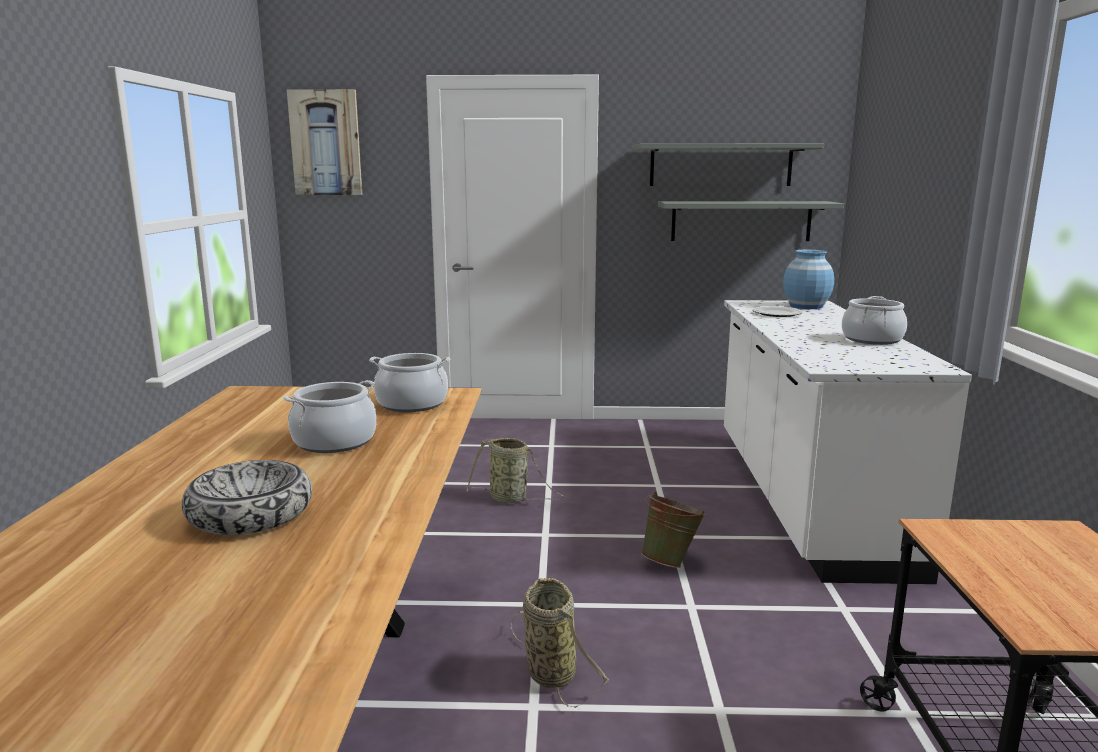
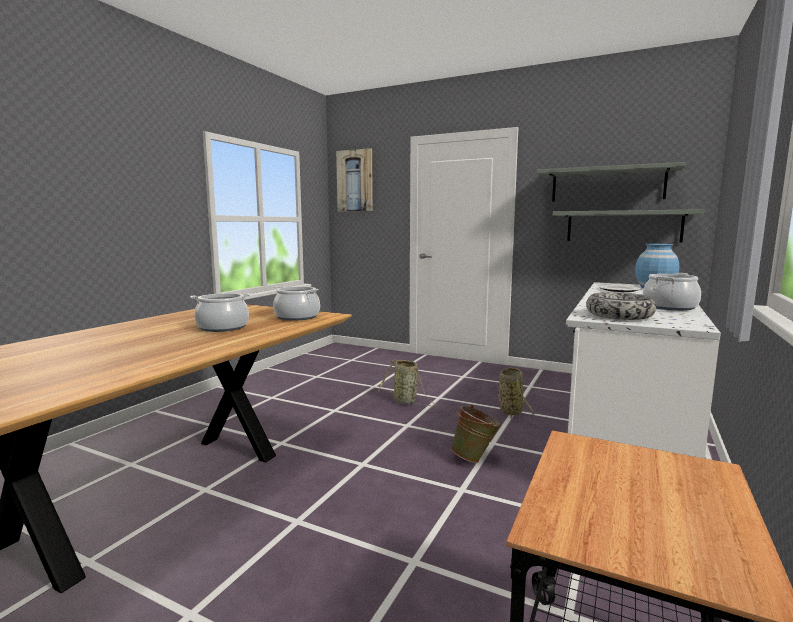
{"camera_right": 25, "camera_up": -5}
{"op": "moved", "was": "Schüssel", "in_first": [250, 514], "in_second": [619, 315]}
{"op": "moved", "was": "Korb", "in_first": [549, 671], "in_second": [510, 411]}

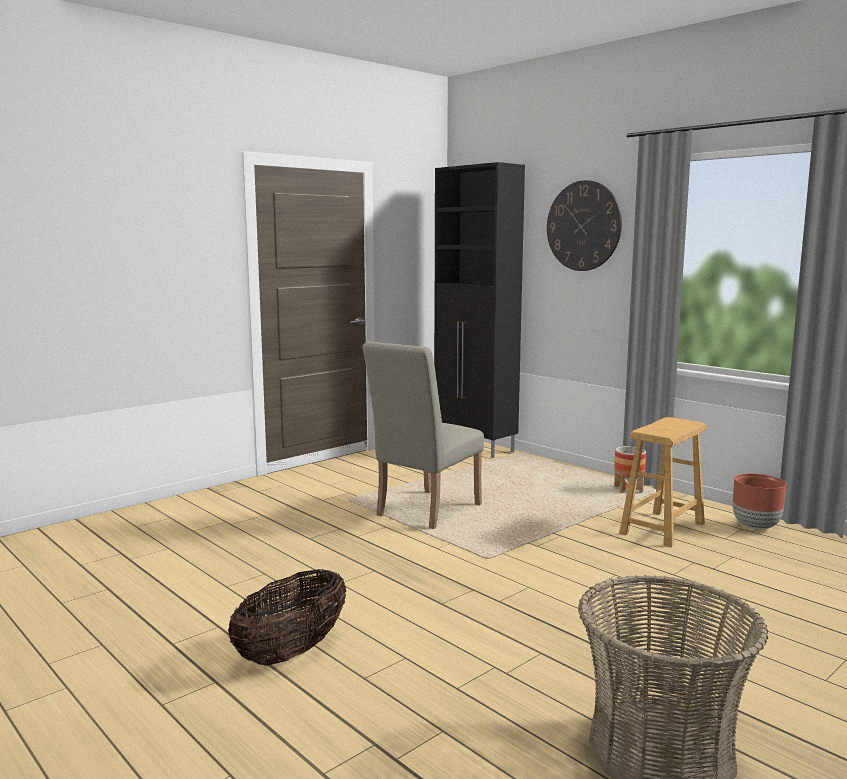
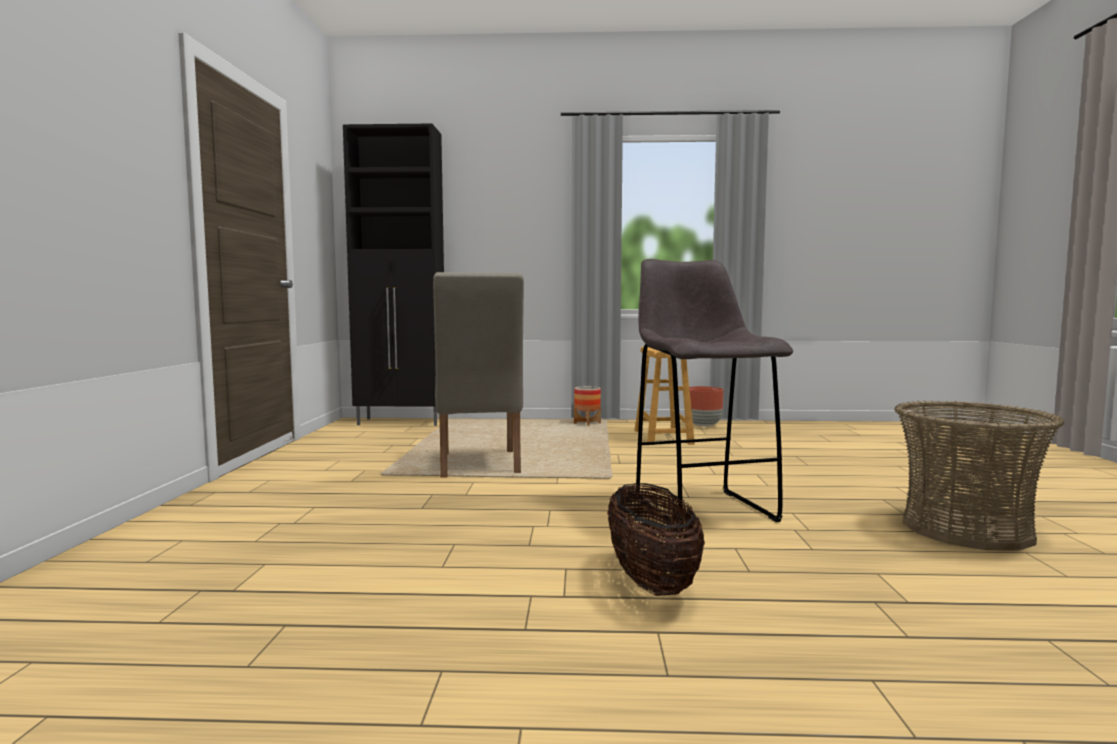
{"camera_right": -45, "camera_up": -5}
{"op": "removed", "was": "Wanduhr", "in_first": [583, 226]}
{"op": "added", "now": "Hocker [grau]", "in_second": [702, 508]}

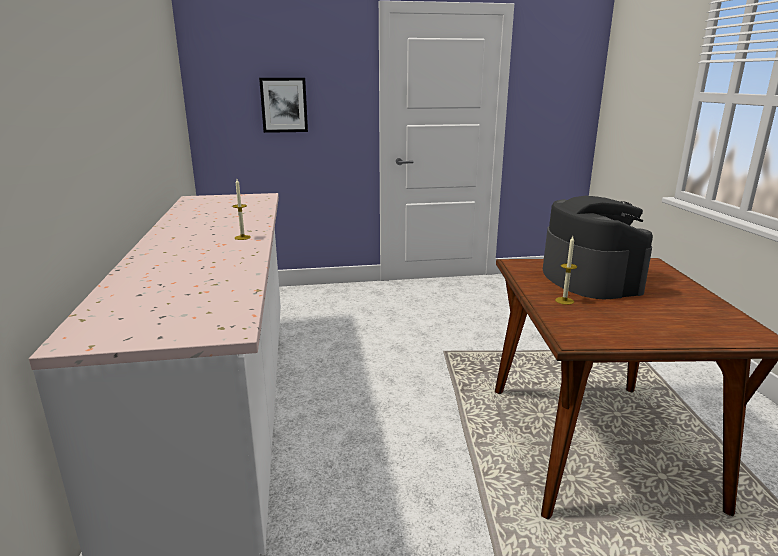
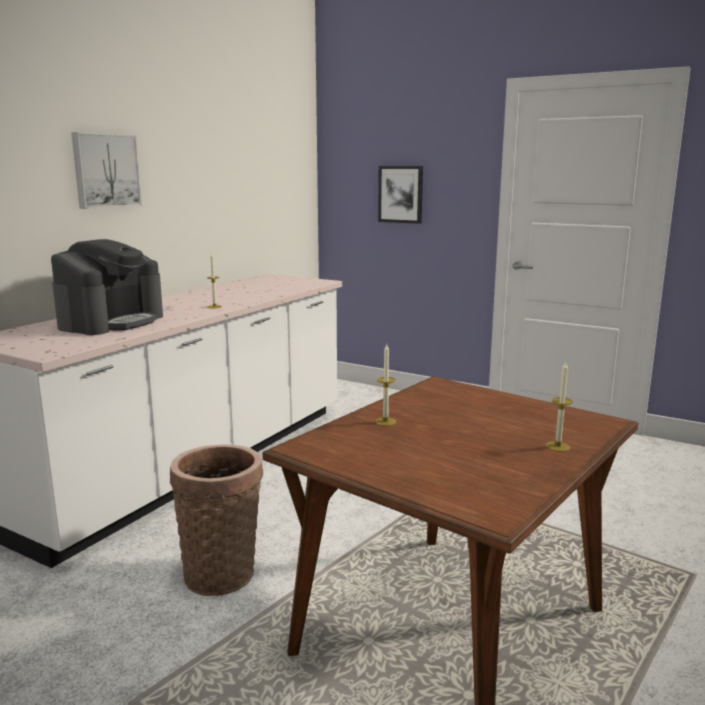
{"camera_right": 40, "camera_up": -5}
{"op": "moved", "was": "Kaffeemaschine", "in_first": [589, 279], "in_second": [112, 322]}
{"op": "added", "now": "Bild", "in_second": [105, 171]}
{"op": "added", "now": "Kerze", "in_second": [557, 446]}
{"op": "added", "now": "Korb", "in_second": [222, 572]}

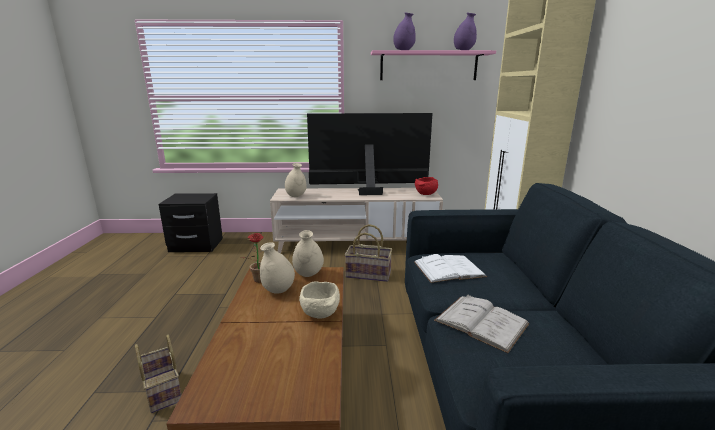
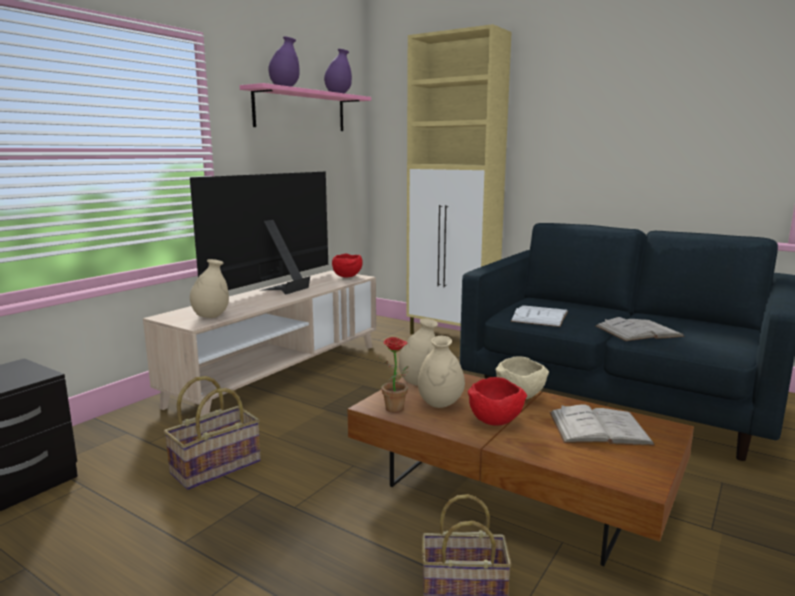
{"camera_right": -55, "camera_up": -5}
{"op": "moved", "was": "Korb", "in_first": [368, 274], "in_second": [216, 466]}
{"op": "added", "now": "Schüssel [rot]", "in_second": [495, 421]}
{"op": "added", "now": "Buch [weiß]", "in_second": [599, 428]}

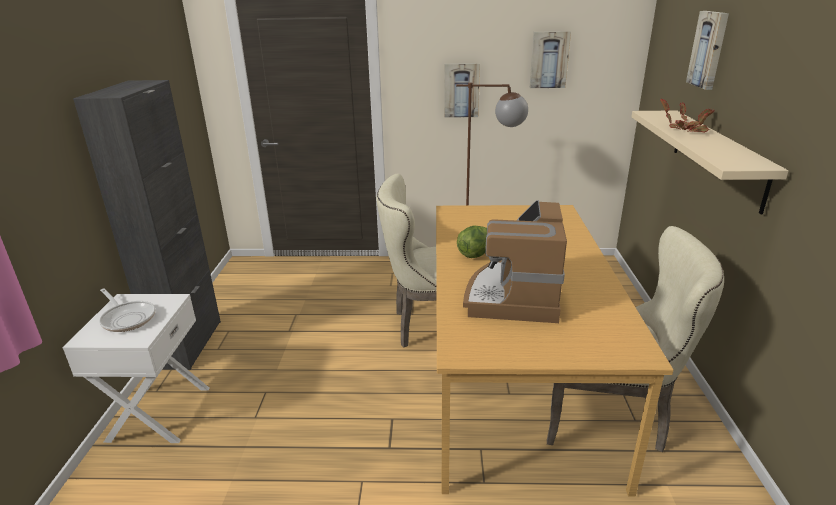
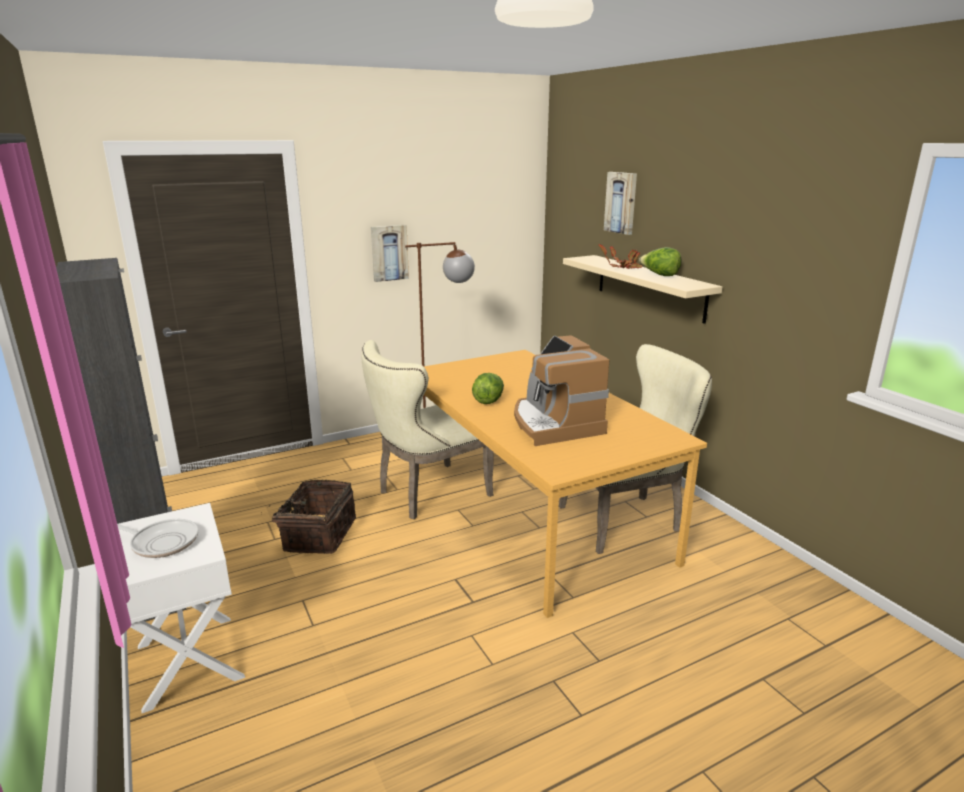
{"camera_right": -30, "camera_up": -5}
{"op": "removed", "was": "Bild", "in_first": [549, 59]}
{"op": "added", "now": "Salatkopf", "in_second": [660, 275]}
{"op": "added", "now": "Korb", "in_second": [317, 534]}

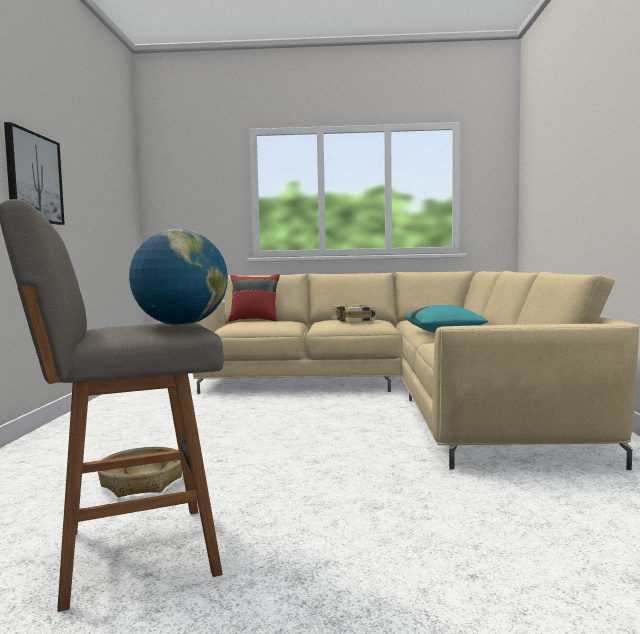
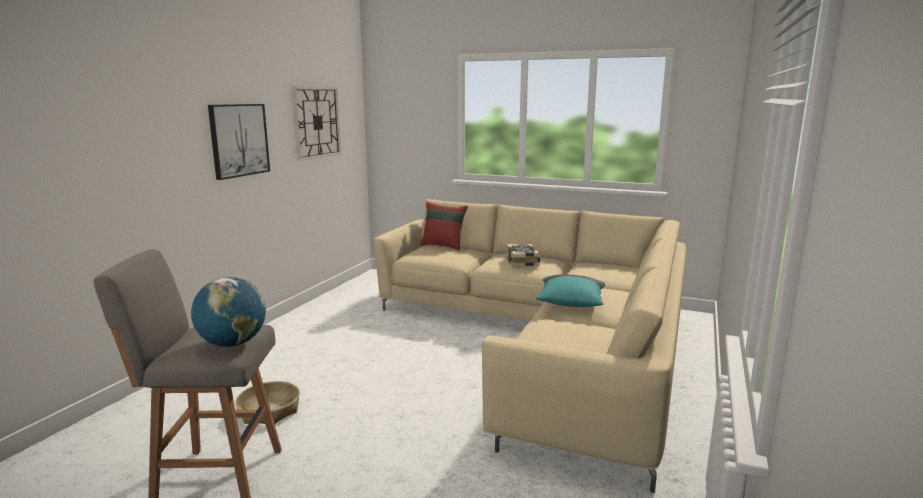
{"camera_right": 20, "camera_up": 10}
{"op": "added", "now": "Wanduhr", "in_second": [316, 122]}

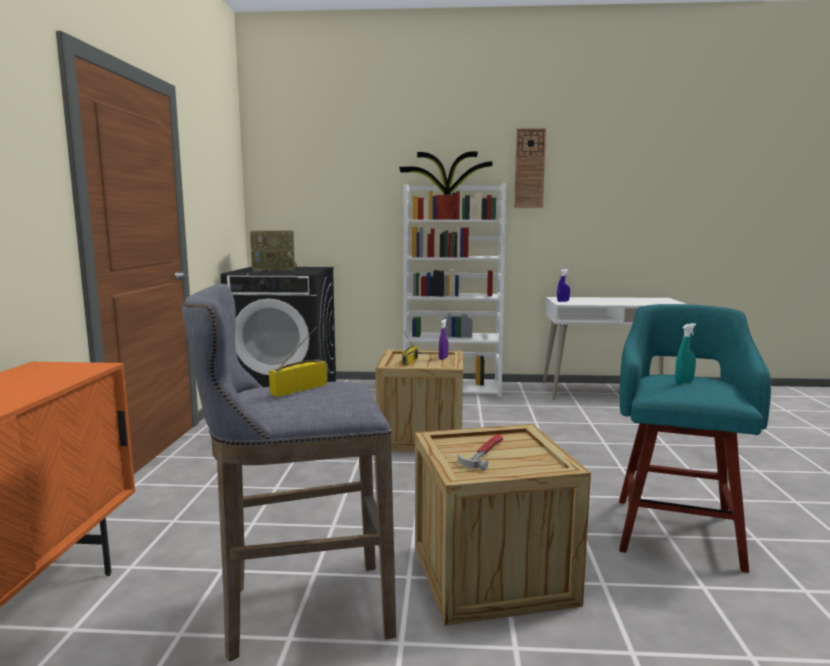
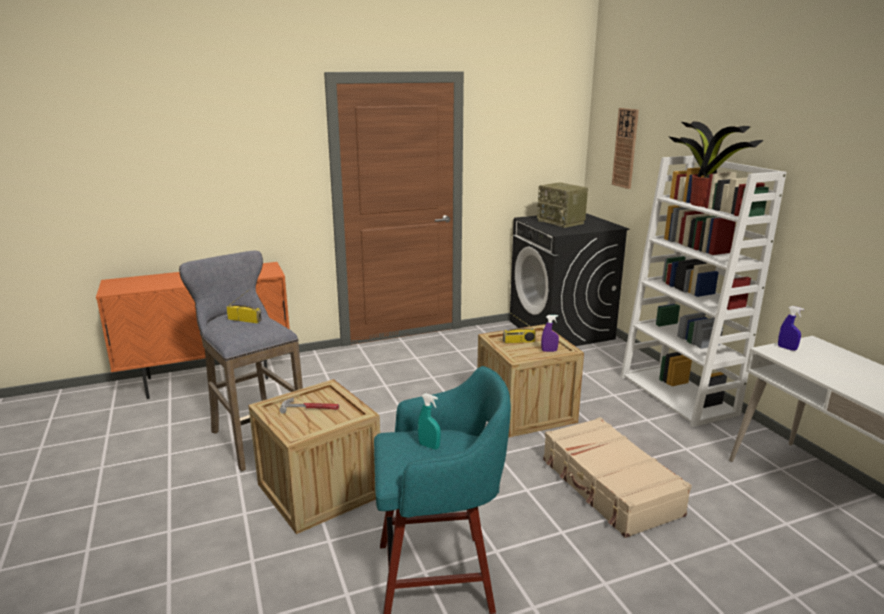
{"camera_right": 65, "camera_up": 10}
{"op": "moved", "was": "Wanduhr", "in_first": [529, 168], "in_second": [625, 148]}
{"op": "added", "now": "Koffer [beige]", "in_second": [609, 487]}

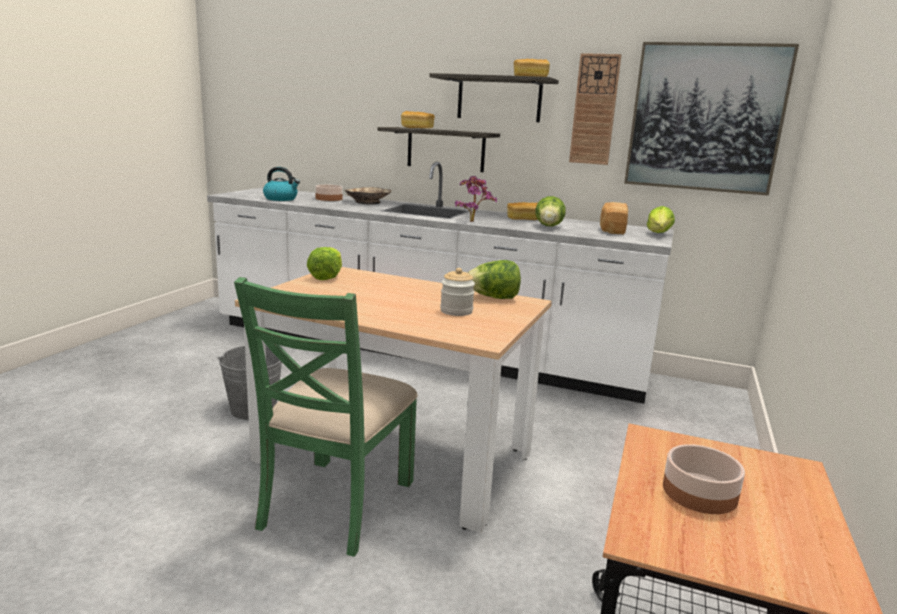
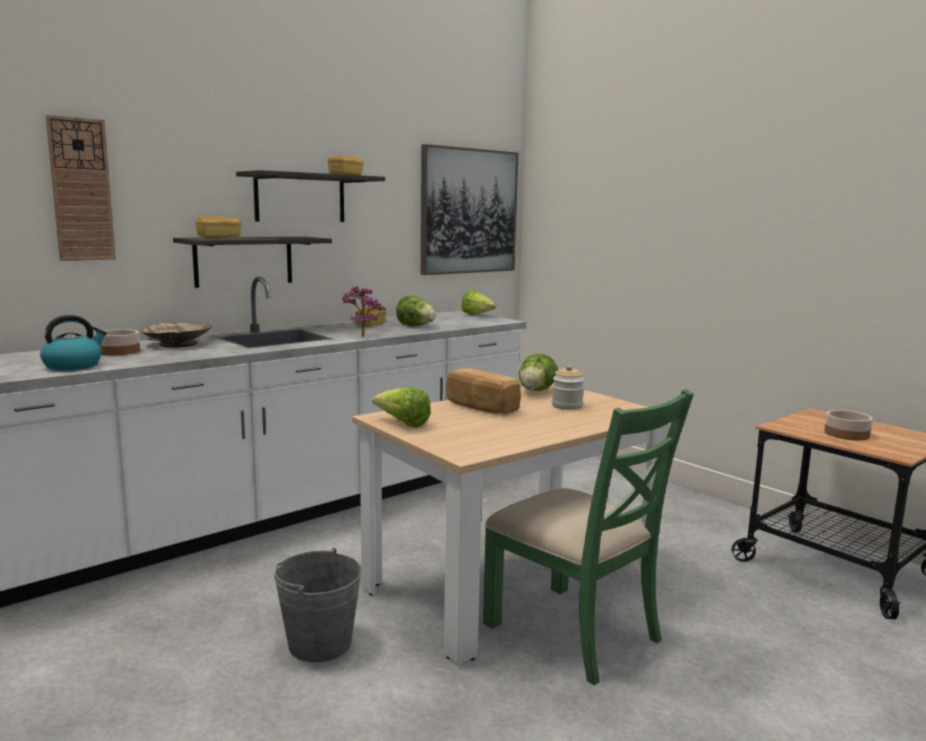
{"camera_right": -60, "camera_up": -5}
{"op": "moved", "was": "Wanduhr", "in_first": [594, 110], "in_second": [81, 190]}
{"op": "moved", "was": "Brot", "in_first": [612, 230], "in_second": [480, 407]}

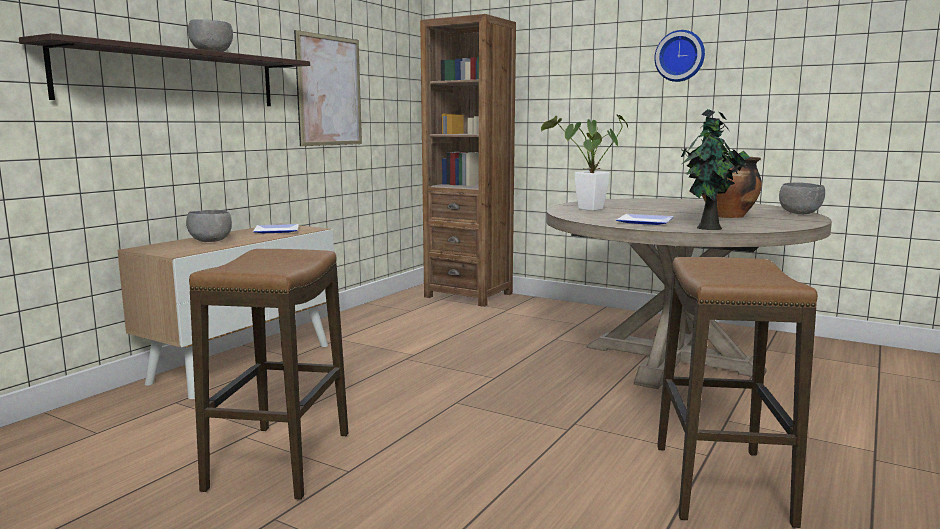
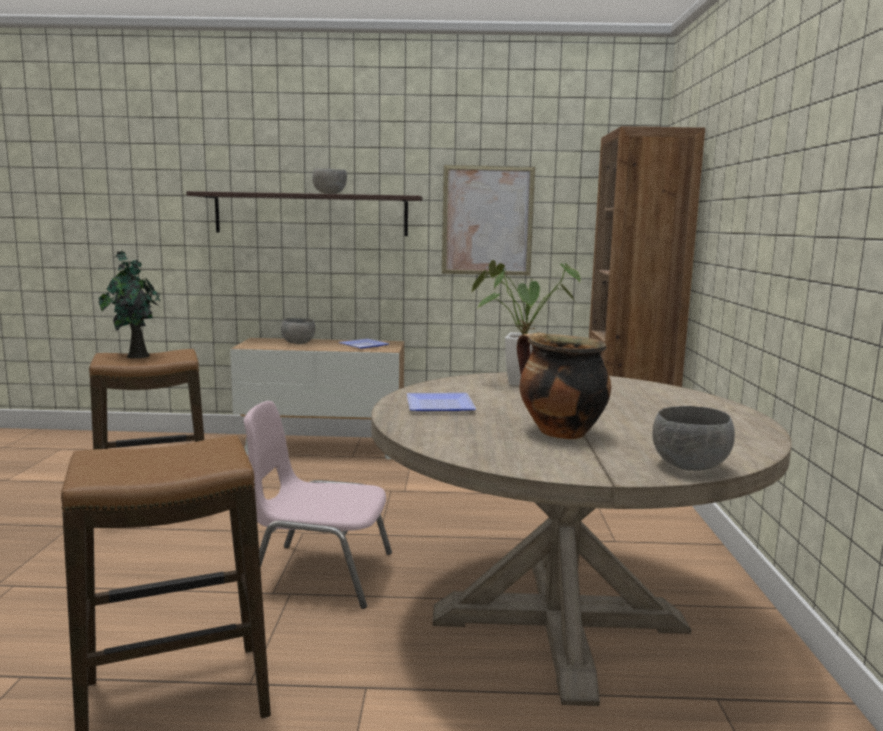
{"camera_right": 60, "camera_up": 0}
{"op": "removed", "was": "Wanduhr", "in_first": [680, 56]}
{"op": "moved", "was": "Topfpflanze", "in_first": [709, 228], "in_second": [136, 356]}
{"op": "added", "now": "Stuhl [rosa]", "in_second": [320, 573]}

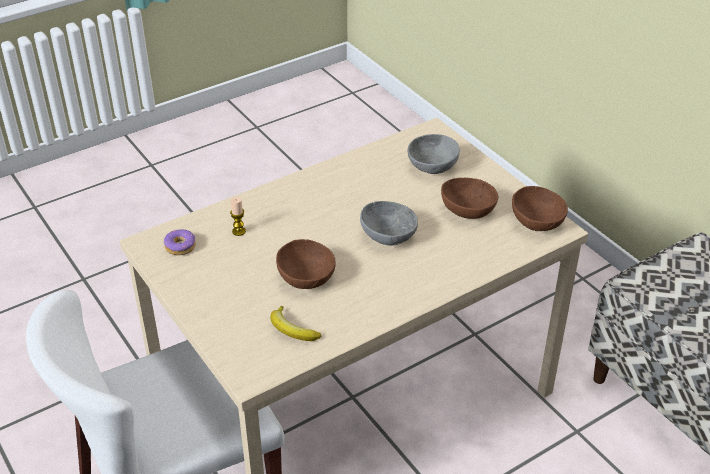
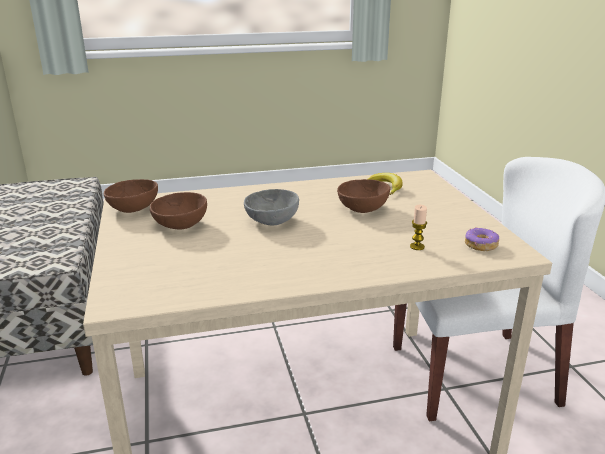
{"camera_right": -160, "camera_up": -15}
{"op": "removed", "was": "Schüssel [grau]", "in_first": [431, 167]}

